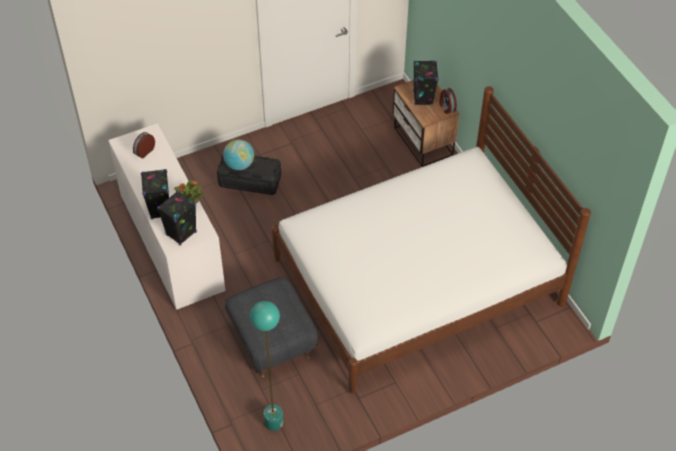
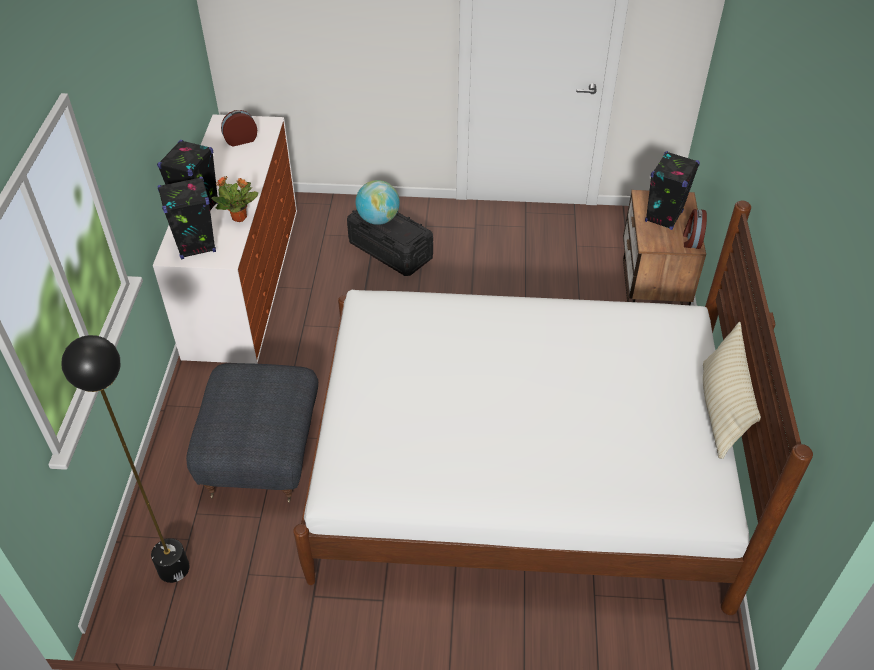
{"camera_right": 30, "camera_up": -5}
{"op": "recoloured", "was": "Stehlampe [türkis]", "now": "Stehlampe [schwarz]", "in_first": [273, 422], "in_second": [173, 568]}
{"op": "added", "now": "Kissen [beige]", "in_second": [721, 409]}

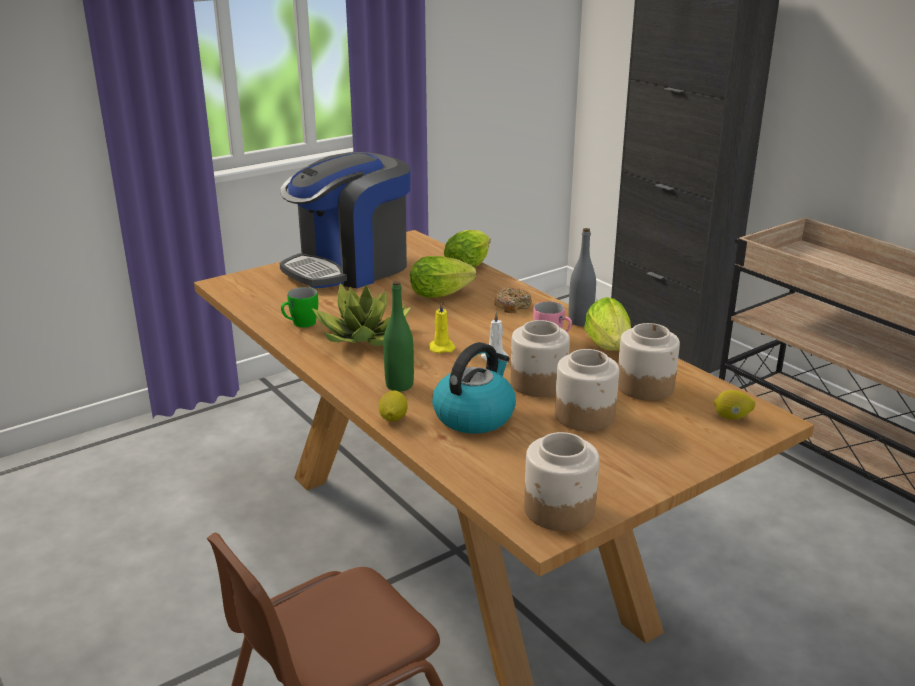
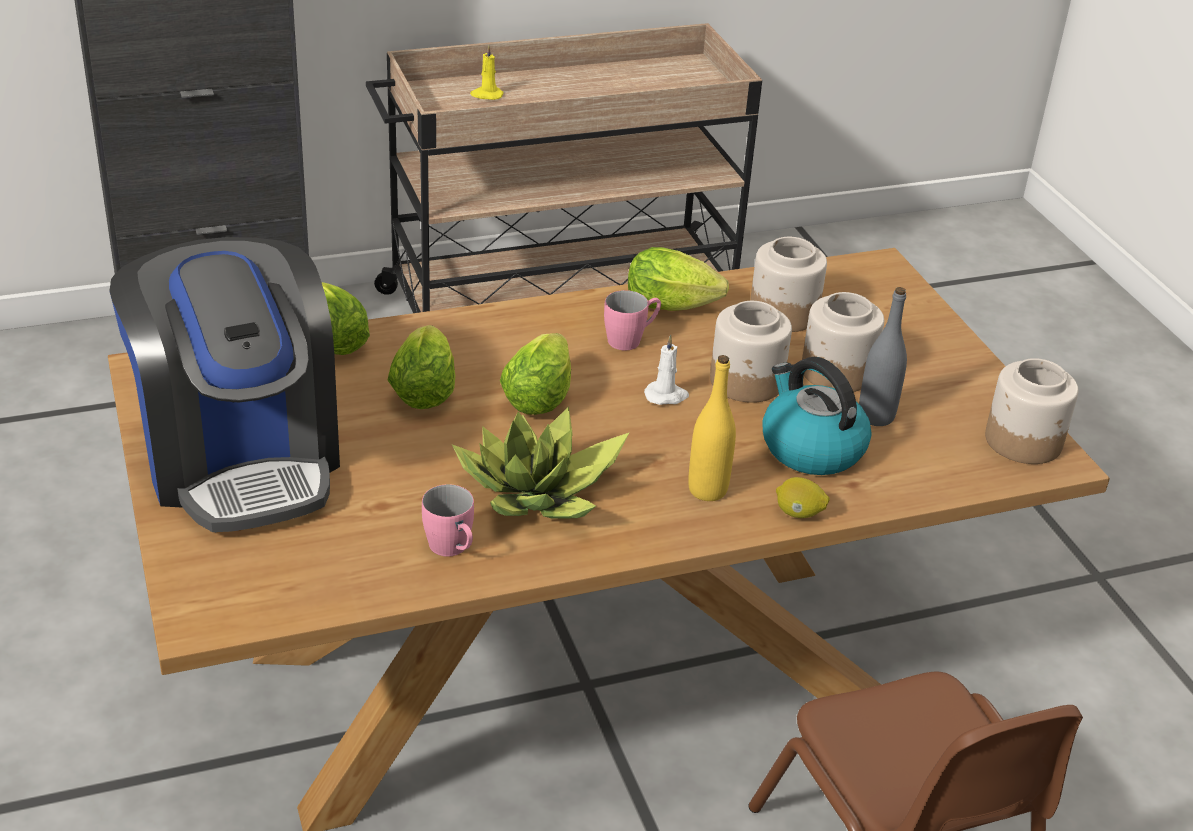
{"camera_right": -75, "camera_up": 10}
{"op": "moved", "was": "Flasche [grau]", "in_first": [580, 321], "in_second": [876, 416]}
{"op": "recoloured", "was": "Flasche [grün]", "now": "Flasche [gelb]", "in_first": [399, 385], "in_second": [707, 490]}
{"op": "recoloured", "was": "Henkelbecher [grün]", "now": "Henkelbecher [rosa]", "in_first": [300, 324], "in_second": [453, 549]}
{"op": "removed", "was": "Donut", "in_first": [512, 306]}
{"op": "moved", "was": "Kerze [gelb]", "in_first": [441, 347], "in_second": [486, 95]}
{"op": "removed", "was": "Zitrone", "in_first": [732, 417]}
{"op": "added", "now": "Salatkopf", "in_second": [540, 395]}

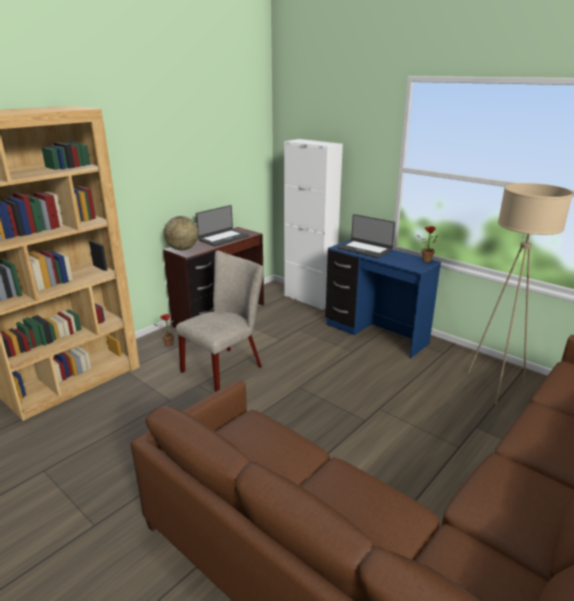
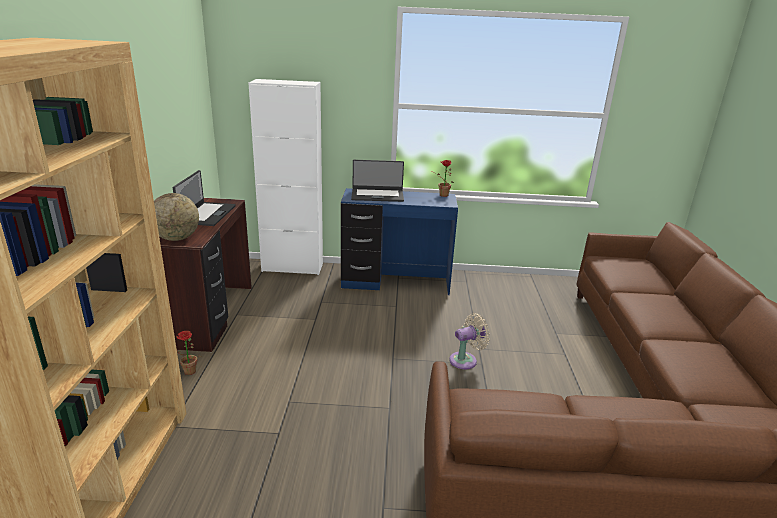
{"camera_right": -40, "camera_up": 0}
{"op": "removed", "was": "Stehlampe [beige]", "in_first": [495, 386]}
{"op": "removed", "was": "Stuhl [beige]", "in_first": [226, 367]}
{"op": "added", "now": "Ventilator [beige]", "in_second": [466, 360]}

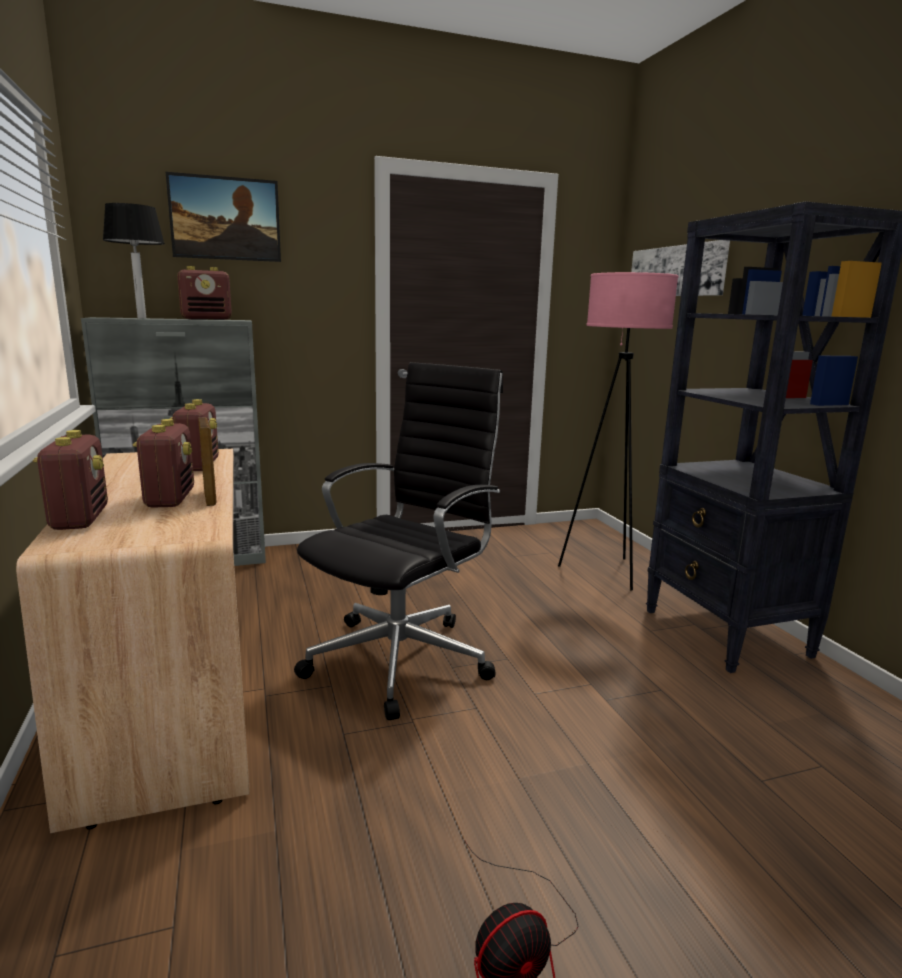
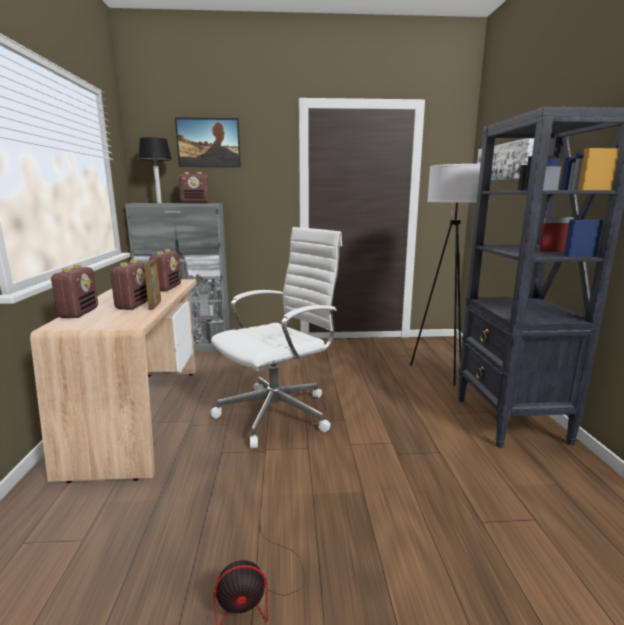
{"camera_right": 15, "camera_up": 0}
{"op": "recoloured", "was": "Stehlampe [rosa]", "now": "Stehlampe [weiß]", "in_first": [604, 571], "in_second": [441, 371]}
{"op": "recoloured", "was": "Bürostuhl [schwarz]", "now": "Bürostuhl [weiß]", "in_first": [403, 658], "in_second": [279, 413]}

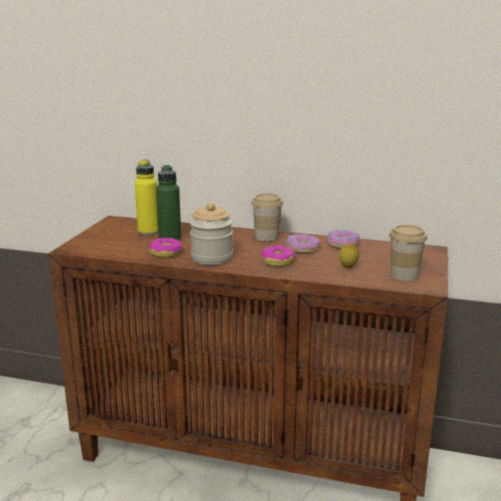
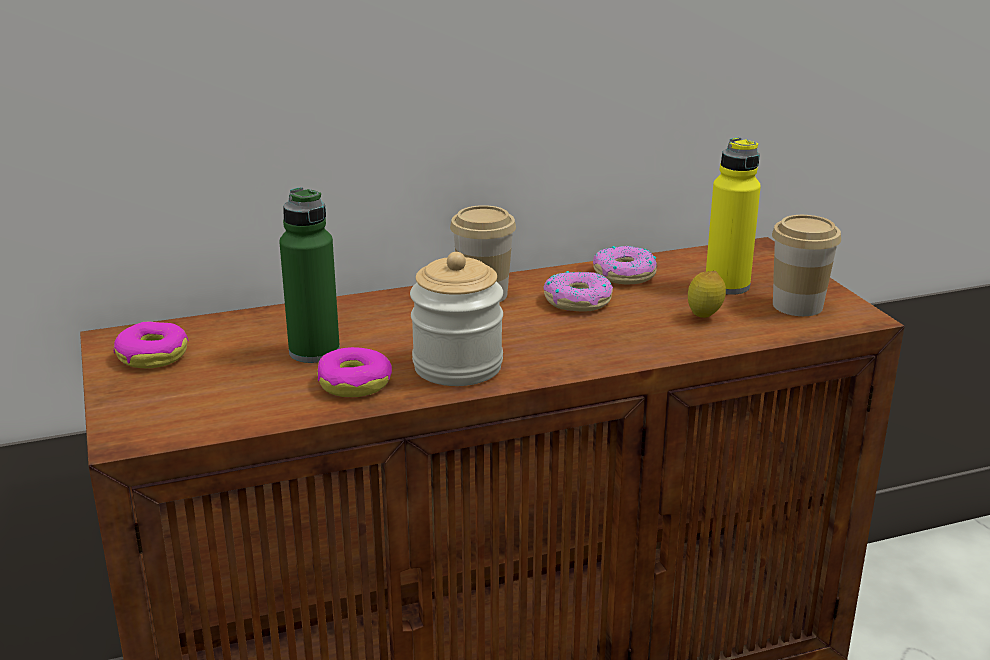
{"camera_right": -35, "camera_up": 5}
{"op": "moved", "was": "Flasche [gelb]", "in_first": [148, 232], "in_second": [727, 286]}
{"op": "moved", "was": "Donut", "in_first": [278, 261], "in_second": [153, 355]}

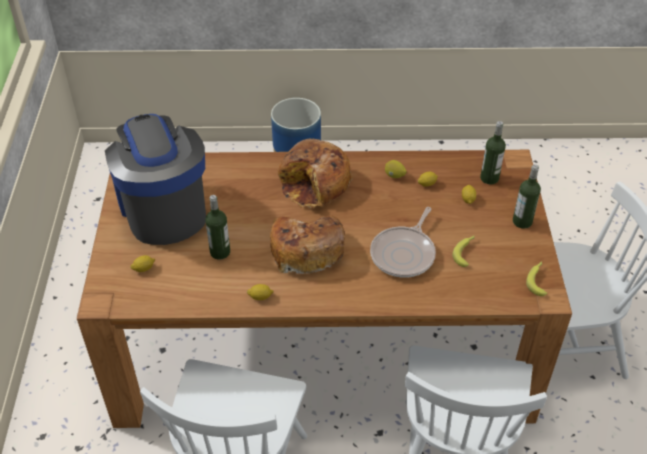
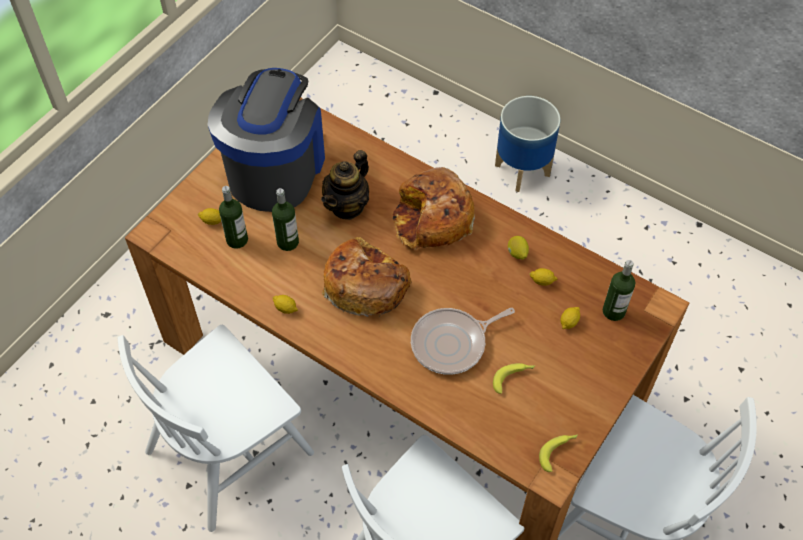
{"camera_right": 35, "camera_up": 10}
{"op": "moved", "was": "Flasche", "in_first": [522, 221], "in_second": [237, 240]}
{"op": "added", "now": "Teekanne", "in_second": [347, 206]}

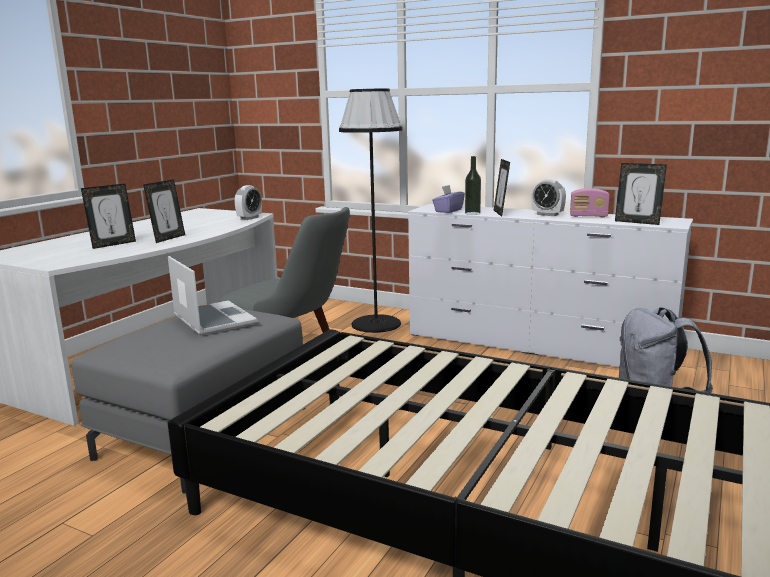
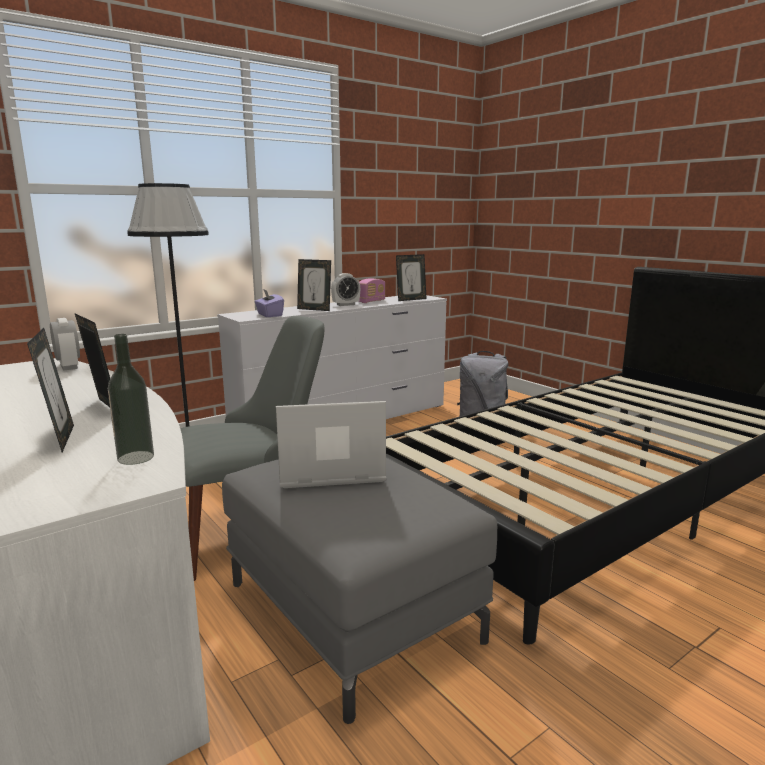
{"camera_right": -65, "camera_up": 0}
{"op": "moved", "was": "Flasche", "in_first": [472, 213], "in_second": [135, 458]}

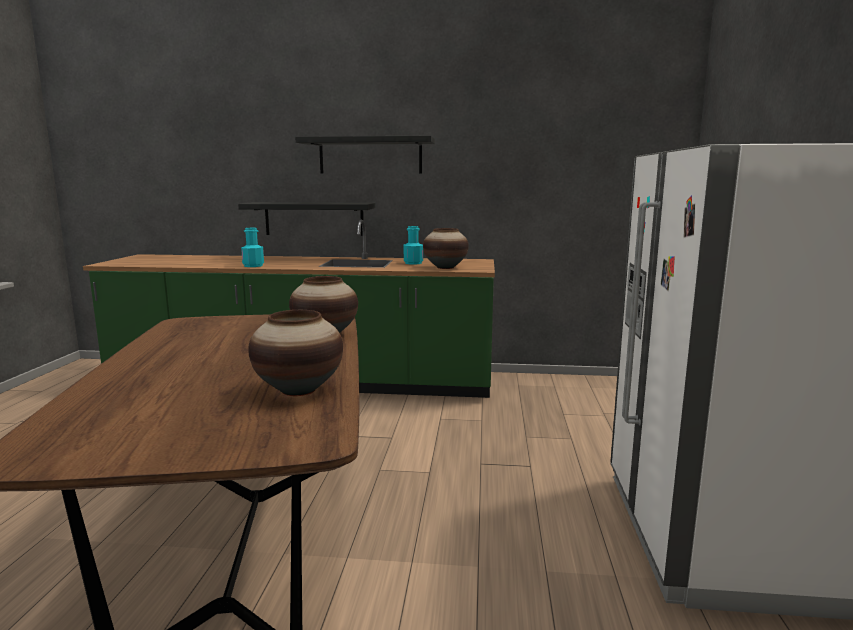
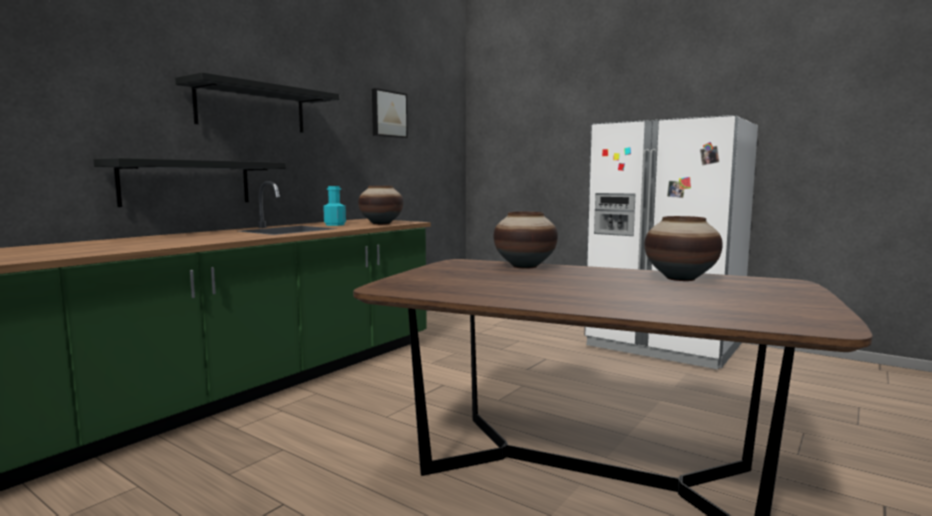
{"camera_right": -60, "camera_up": -5}
{"op": "removed", "was": "Flasche [türkis]", "in_first": [253, 266]}
{"op": "added", "now": "Bild", "in_second": [388, 114]}

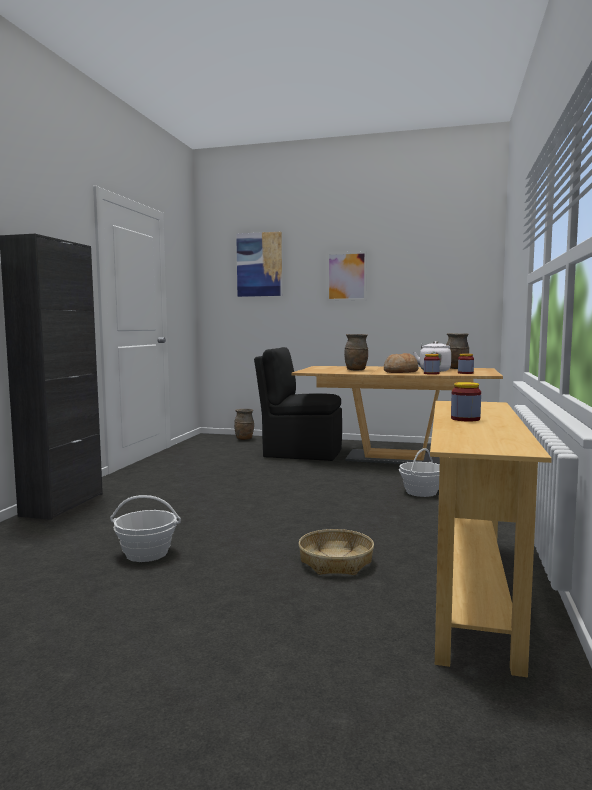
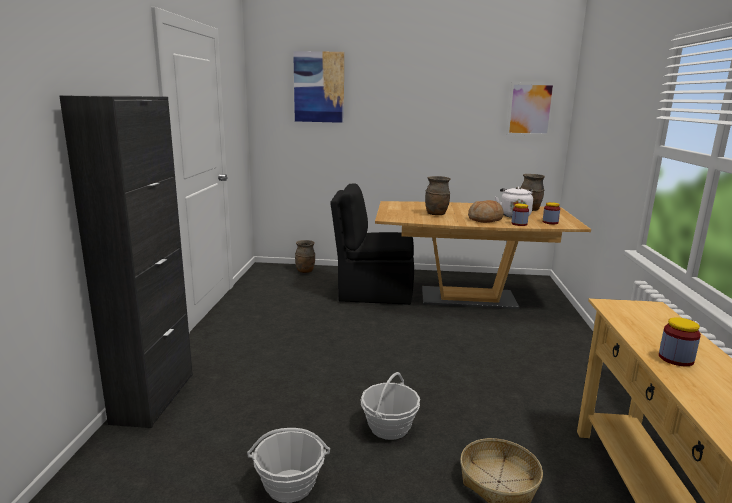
{"camera_right": -10, "camera_up": 10}
{"op": "moved", "was": "Bild", "in_first": [346, 276], "in_second": [530, 109]}
{"op": "moved", "was": "Korb", "in_first": [421, 492], "in_second": [389, 427]}

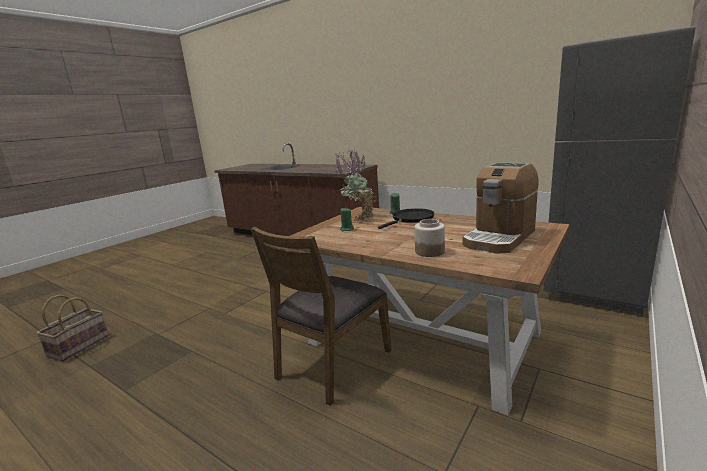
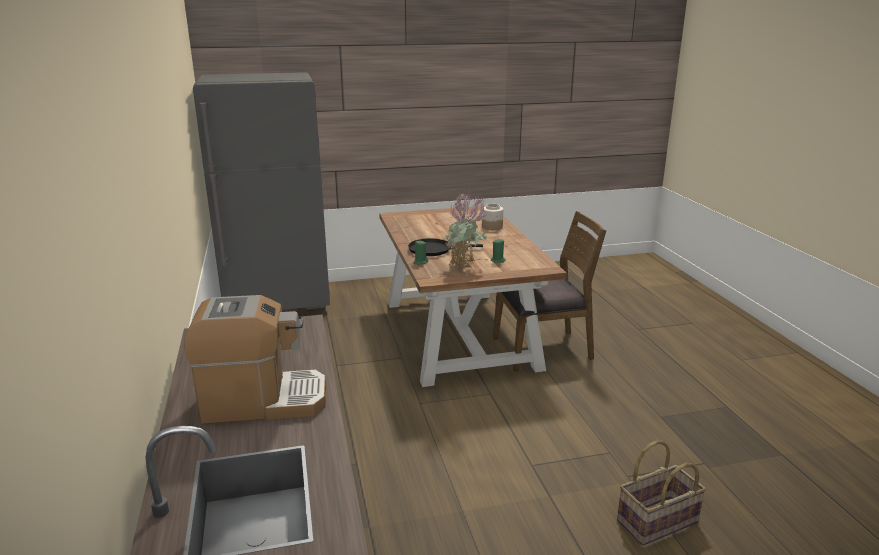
{"camera_right": -140, "camera_up": 5}
{"op": "moved", "was": "Kaffeemaschine", "in_first": [499, 238], "in_second": [263, 401]}
{"op": "moved", "was": "Korb", "in_first": [78, 345], "in_second": [657, 522]}

